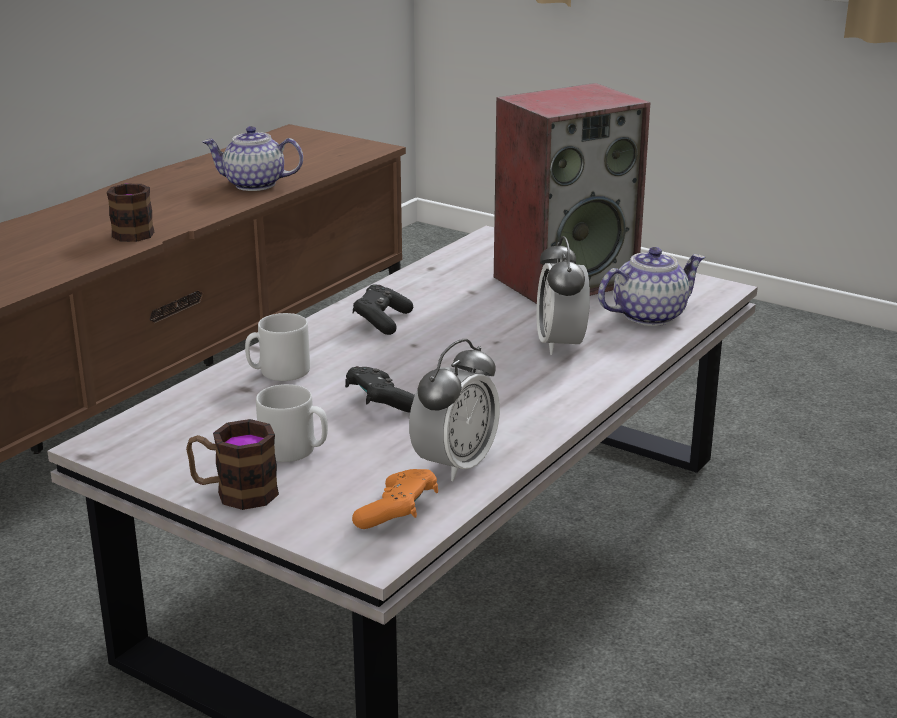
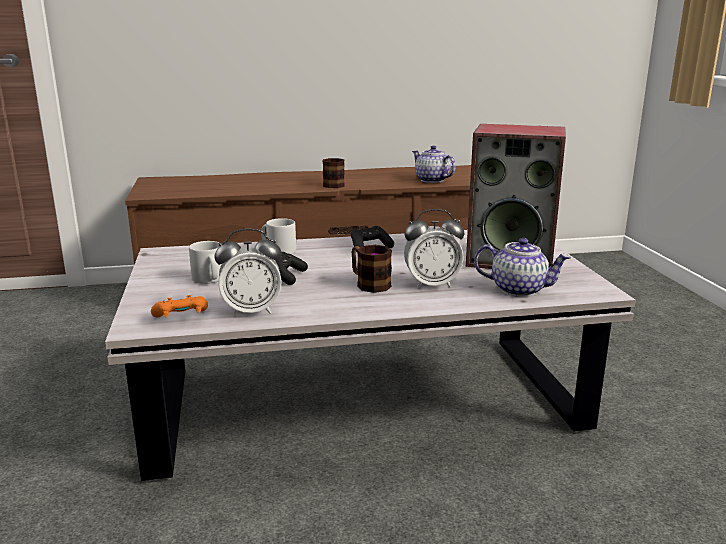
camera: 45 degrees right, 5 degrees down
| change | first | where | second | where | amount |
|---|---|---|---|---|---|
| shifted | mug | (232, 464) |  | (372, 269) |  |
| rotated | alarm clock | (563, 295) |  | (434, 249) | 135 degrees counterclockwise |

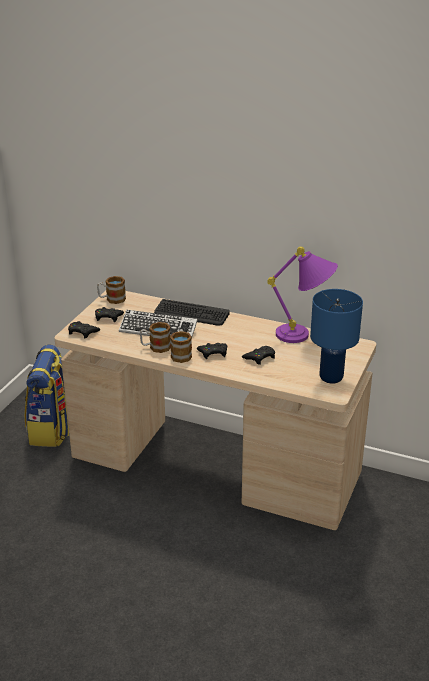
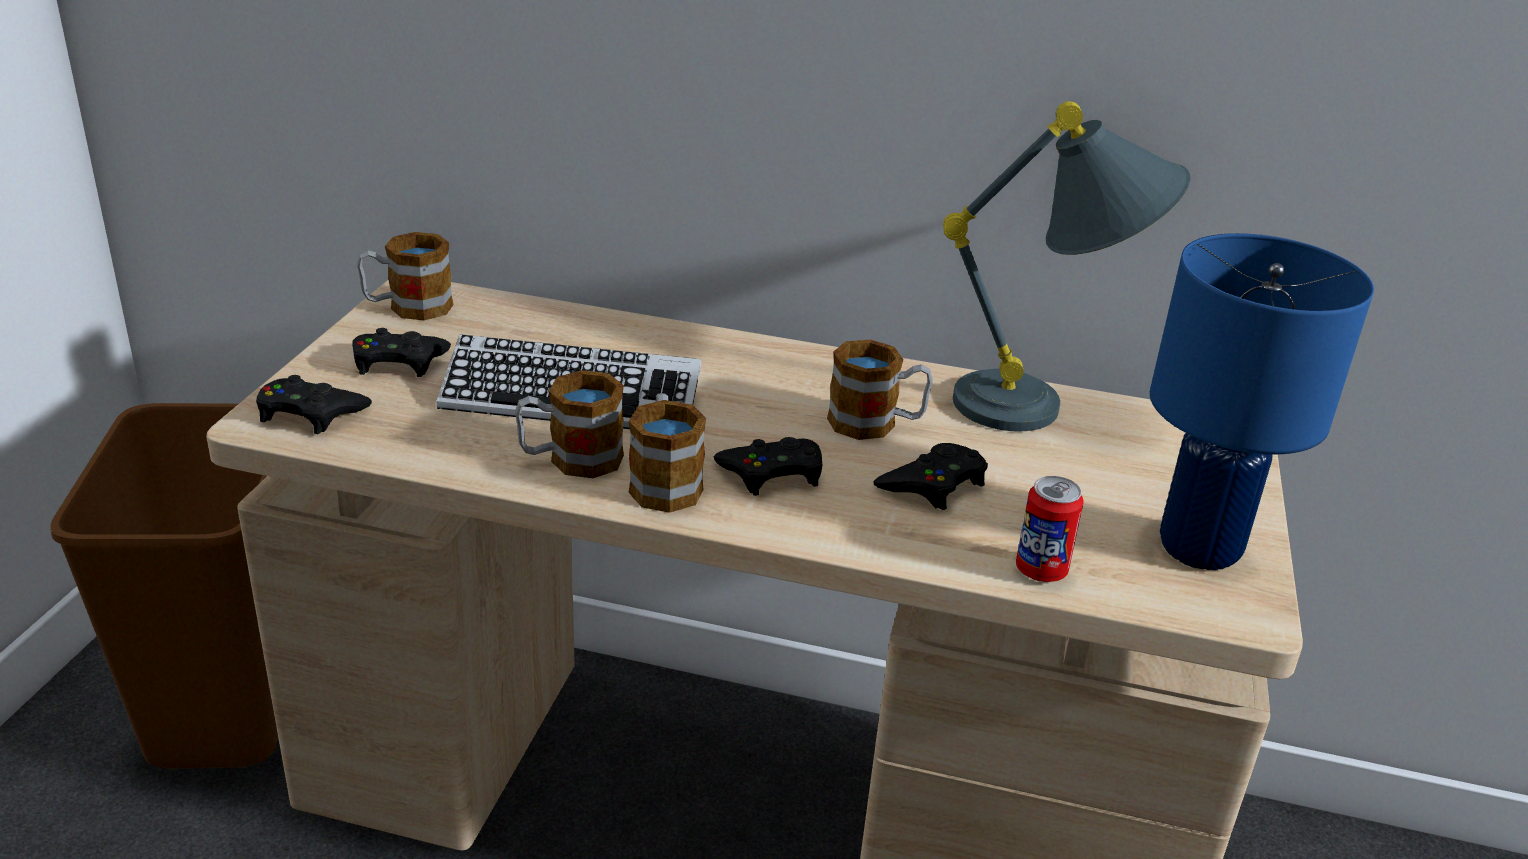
camera: 10 degrees left, 0 degrees up
| change | first | where | second | where | amount |
|---|---|---|---|---|---|
| gone | keyboard | (191, 312) |  |  |  |
| new |  |  | mug | (880, 389) |  |
| new |  |  | can | (1050, 529) |  |
| swapped | backpack | (47, 396) | brown trash can | (164, 586) |  |
| repainted | purple table lamp | (302, 294) | grey table lamp | (1066, 266) |  |

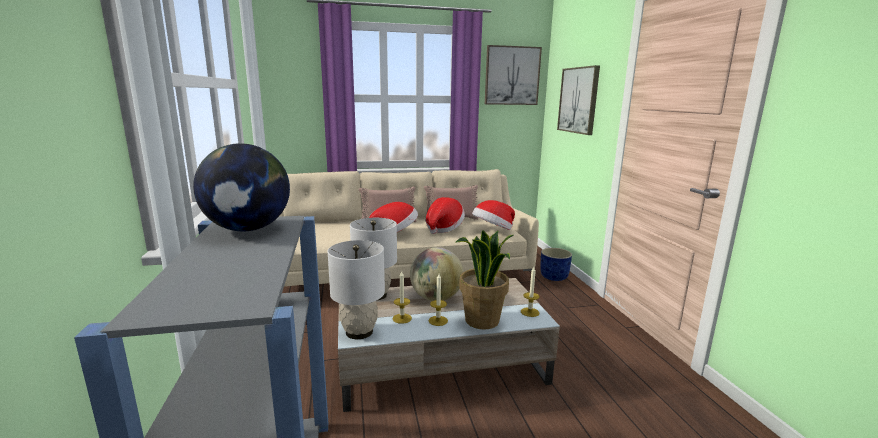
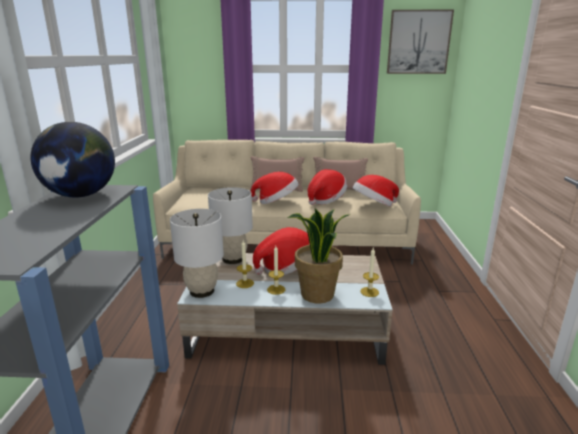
camera: 15 degrees right, 5 degrees up
| change | first | where | second | where | amount |
|---|---|---|---|---|---|
| gone | blue planter | (556, 264) |  |  |  |
| gone | picture | (578, 100) |  |  |  |
| swapped | globe | (436, 274) | hat | (281, 251) |  |

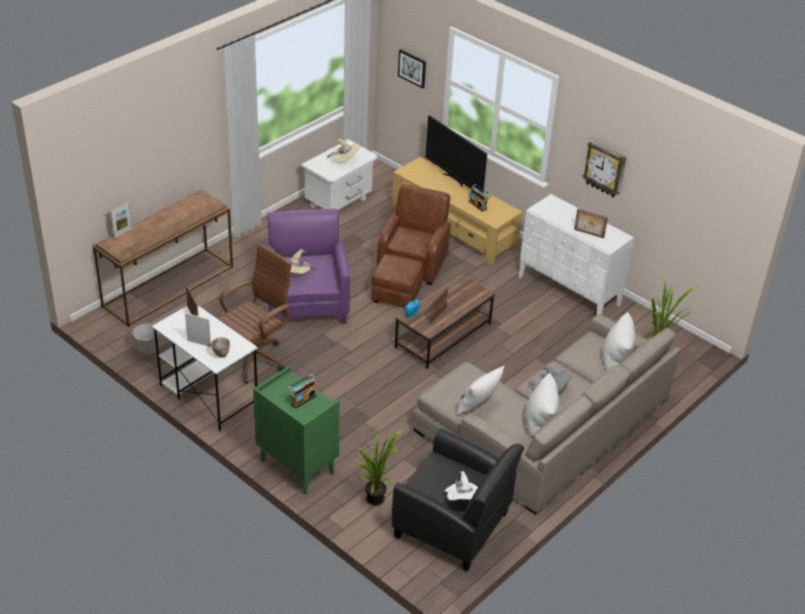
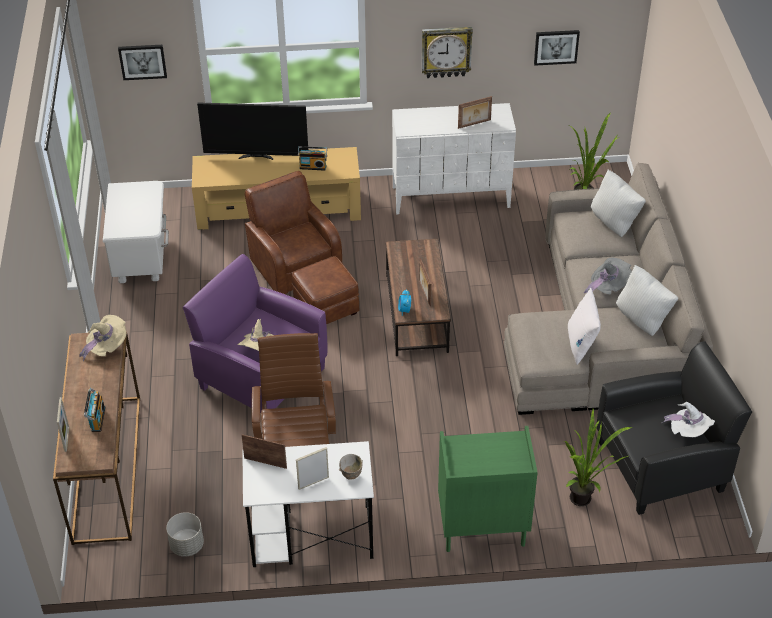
camera: 45 degrees left, 5 degrees up
| change | first | where | second | where | amount |
|---|---|---|---|---|---|
| new |  |  | picture | (557, 48) |  |
| shifted | radio | (302, 391) |  | (94, 410) |  |
| shifted | beige hat | (343, 150) |  | (102, 338) |  |

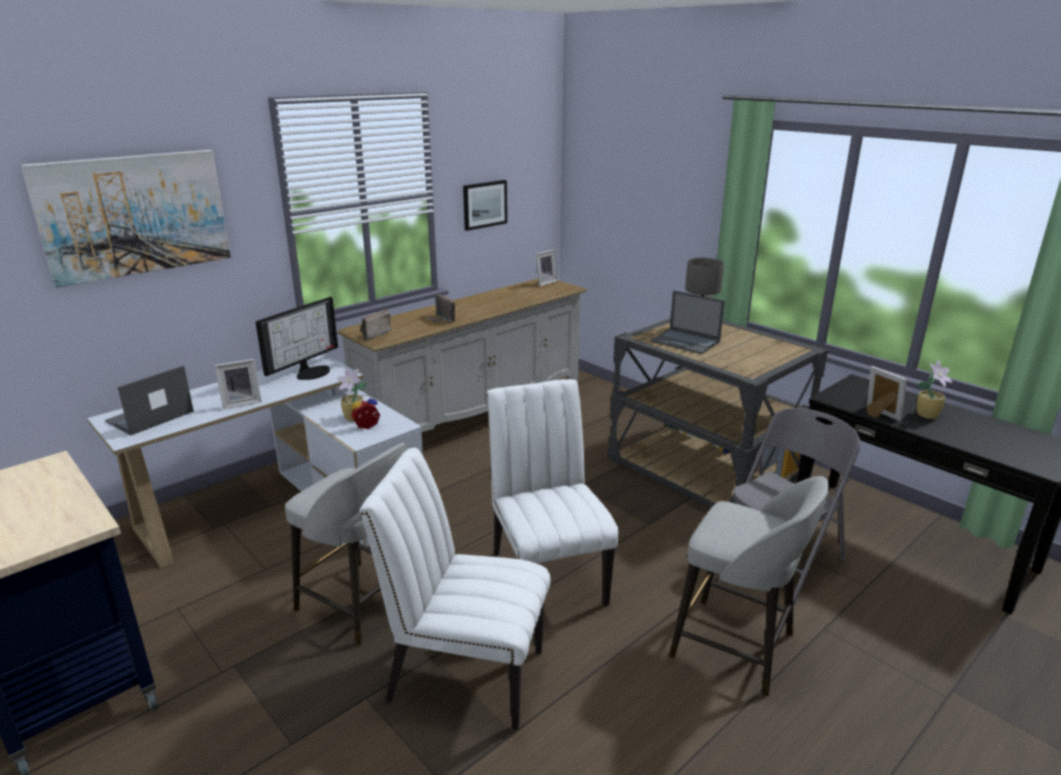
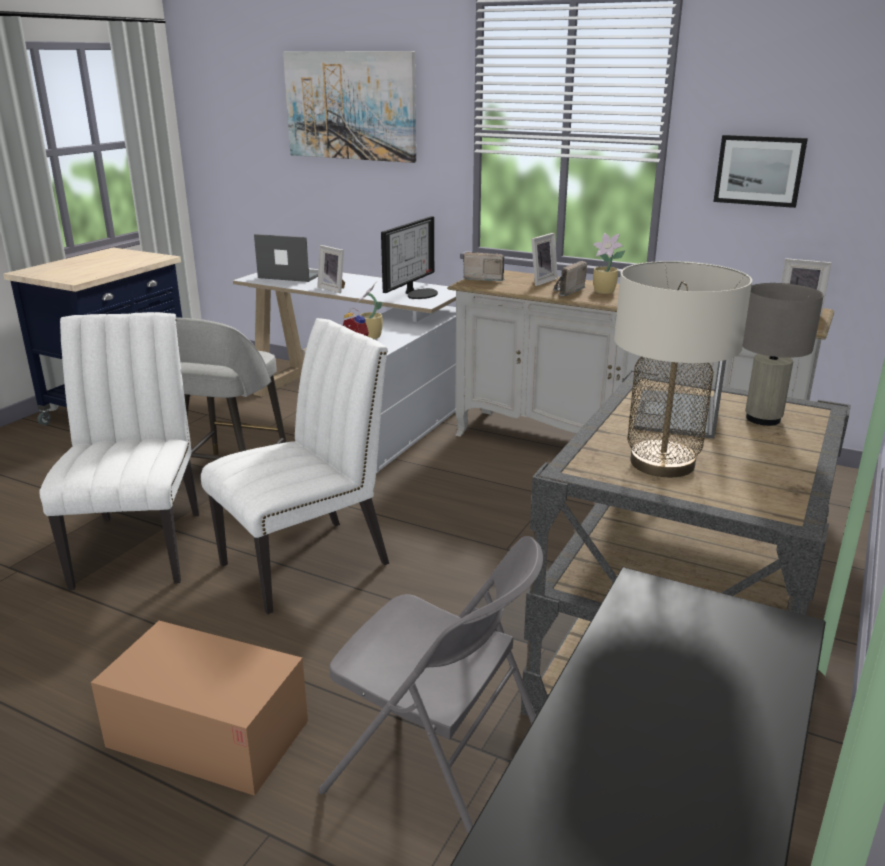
camera: 70 degrees right, 0 degrees up
| change | first | where | second | where | amount |
|---|---|---|---|---|---|
| new |  |  | table lamp | (683, 369) |  |
| shifted | picture frame | (886, 393) |  | (544, 259) |  |
| shifted | potted plant | (935, 389) |  | (609, 263) |  |
| swapped | grey stool | (749, 586) | cardboard box | (199, 708) |  |
| rotated | monitor | (296, 338) |  | (409, 257) | 75 degrees counterclockwise |

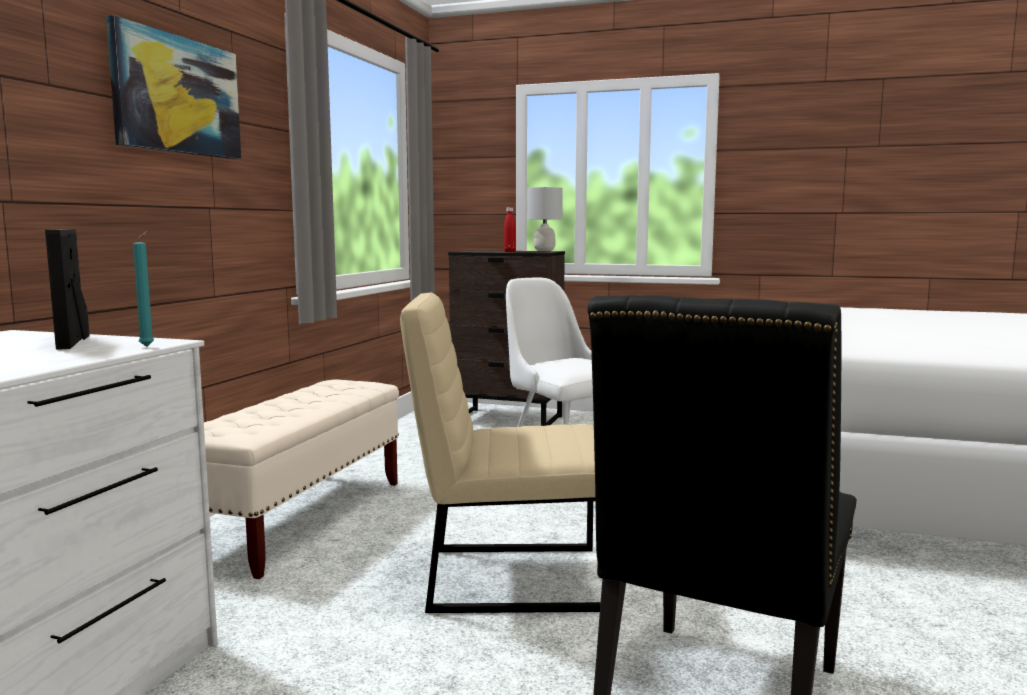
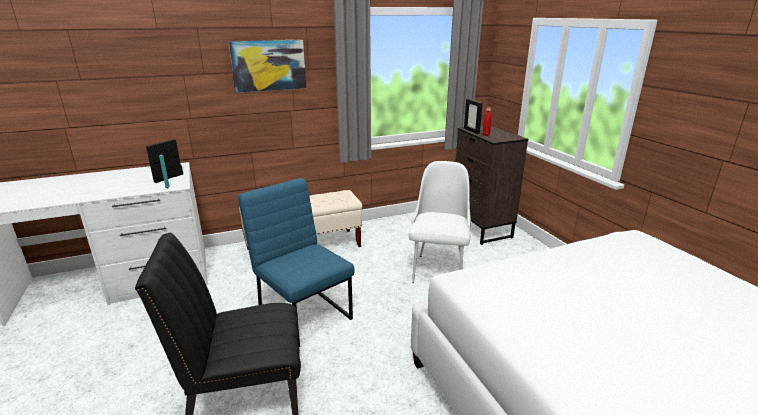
camera: 50 degrees right, 15 degrees up
| change | first | where | second | where | amount |
|---|---|---|---|---|---|
| gone | grey table lamp | (545, 219) |  |  |  |
| new |  |  | picture frame | (473, 116) |  |
| repainted | beige chair | (500, 452) | blue chair | (296, 262) |  |

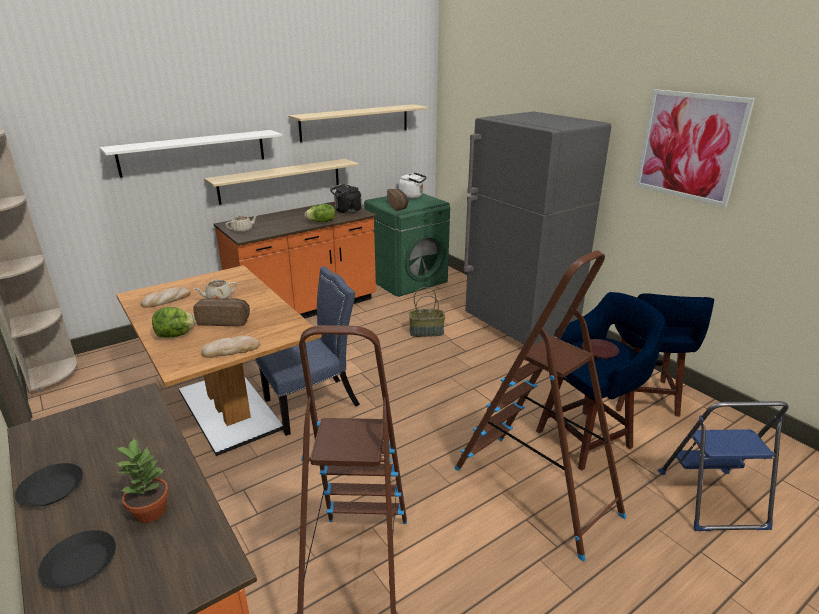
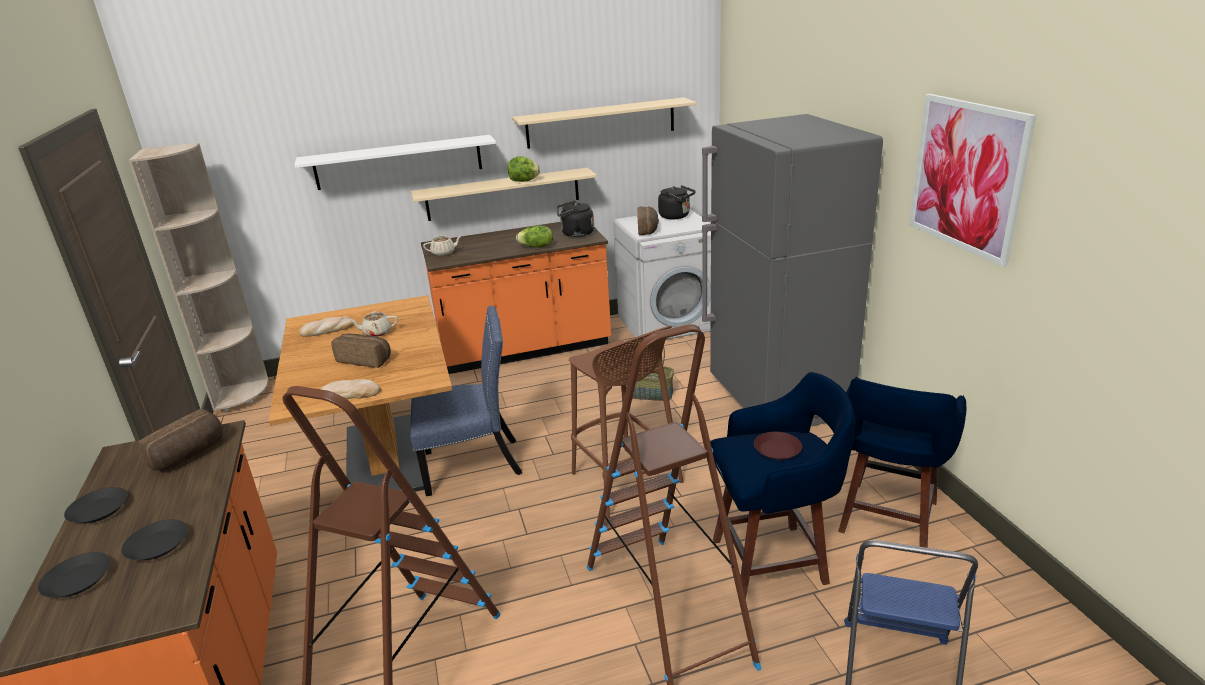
camera: 20 degrees right, 0 degrees up
| change | first | where | second | where | amount |
|---|---|---|---|---|---|
| new |  |  | bread | (181, 440) |  |
| new |  |  | brown stool | (626, 422) |  |
| shifted | lettuce | (173, 322) |  | (524, 169) |  |
| swapped | potted plant | (142, 480) | black plate | (154, 539) |  |
| repainted | green washing machine | (407, 245) | white washing machine | (662, 274) |  |
| repainted | white kettle | (413, 185) | black kettle | (677, 202) |  |

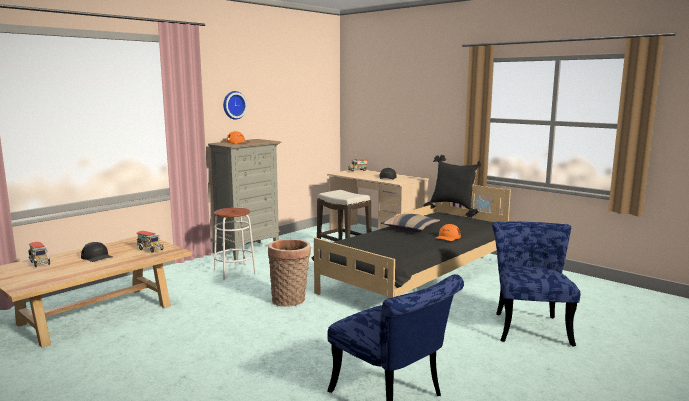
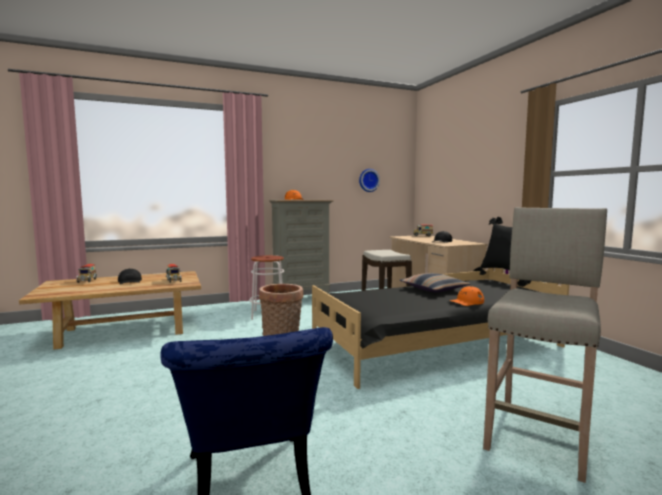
camera: 25 degrees right, 5 degrees down
| change | first | where | second | where | amount |
|---|---|---|---|---|---|
| shifted | wall clock | (235, 105) |  | (369, 180) |  |
| swapped | blue chair | (536, 284) | beige stool | (545, 345) |  |

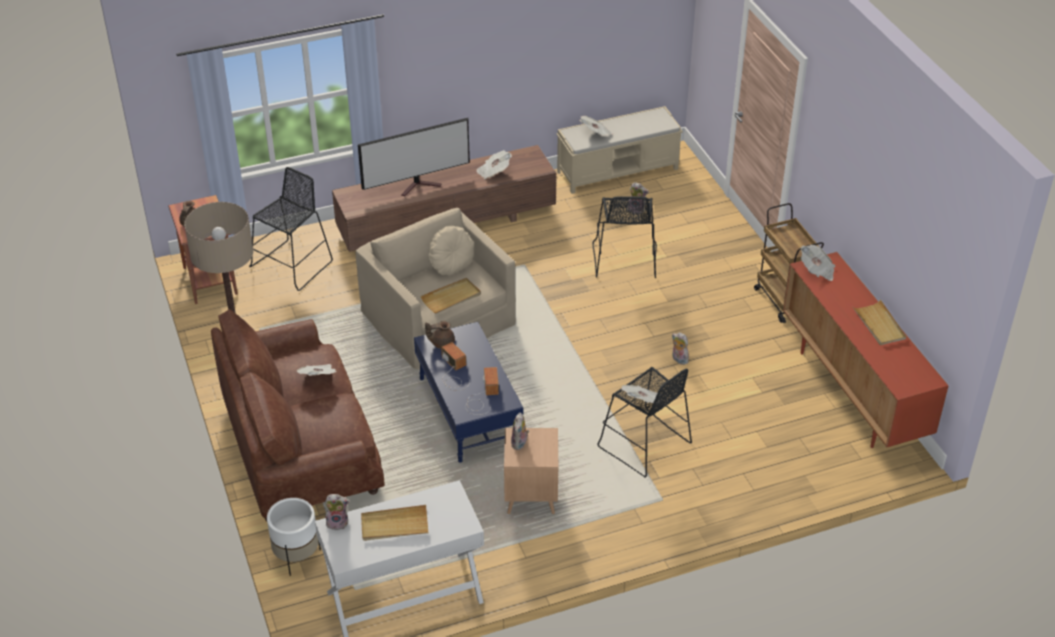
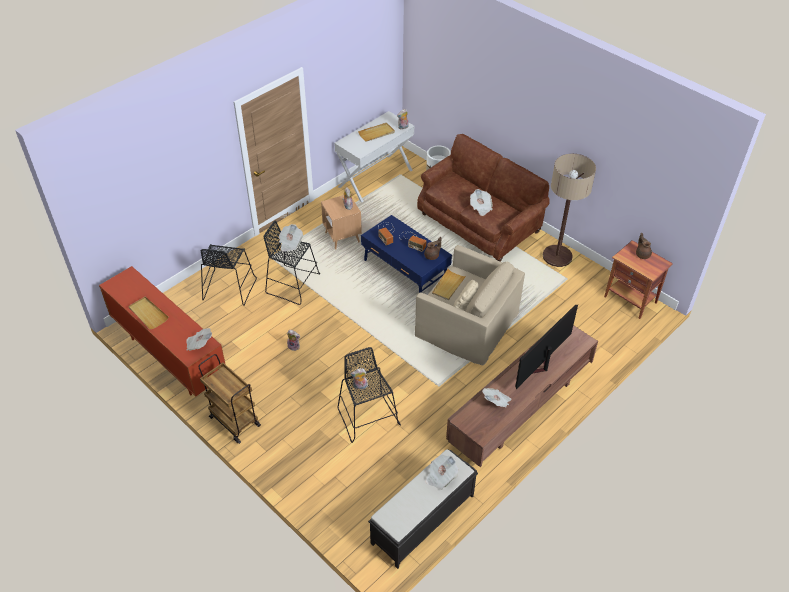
camera: 155 degrees right, 5 degrees up
| change | first | where | second | where | amount |
|---|---|---|---|---|---|
| shifted | black stool | (291, 229) |  | (229, 275) |  |
| repainted | beige bench | (619, 150) | black bench | (423, 509) |  |

